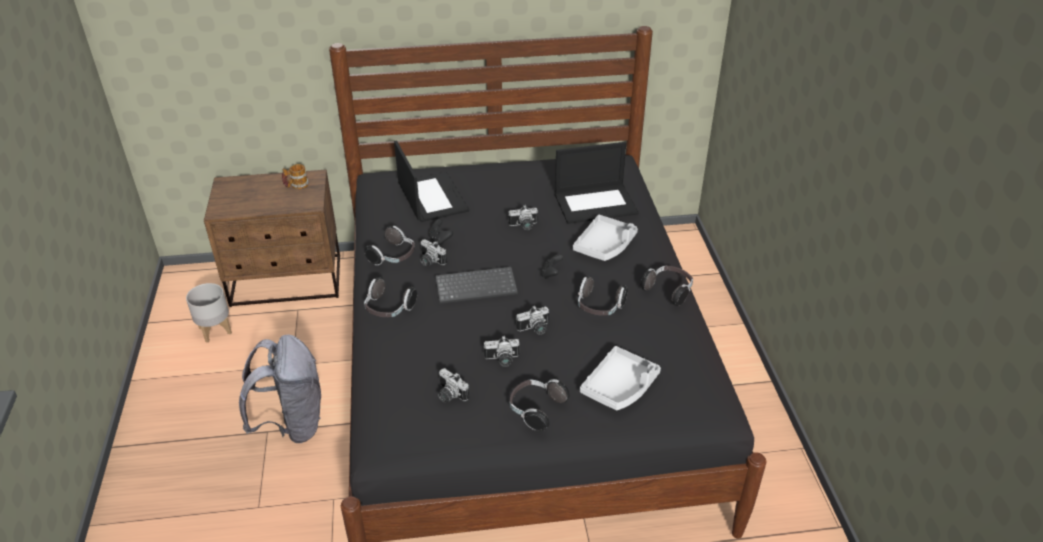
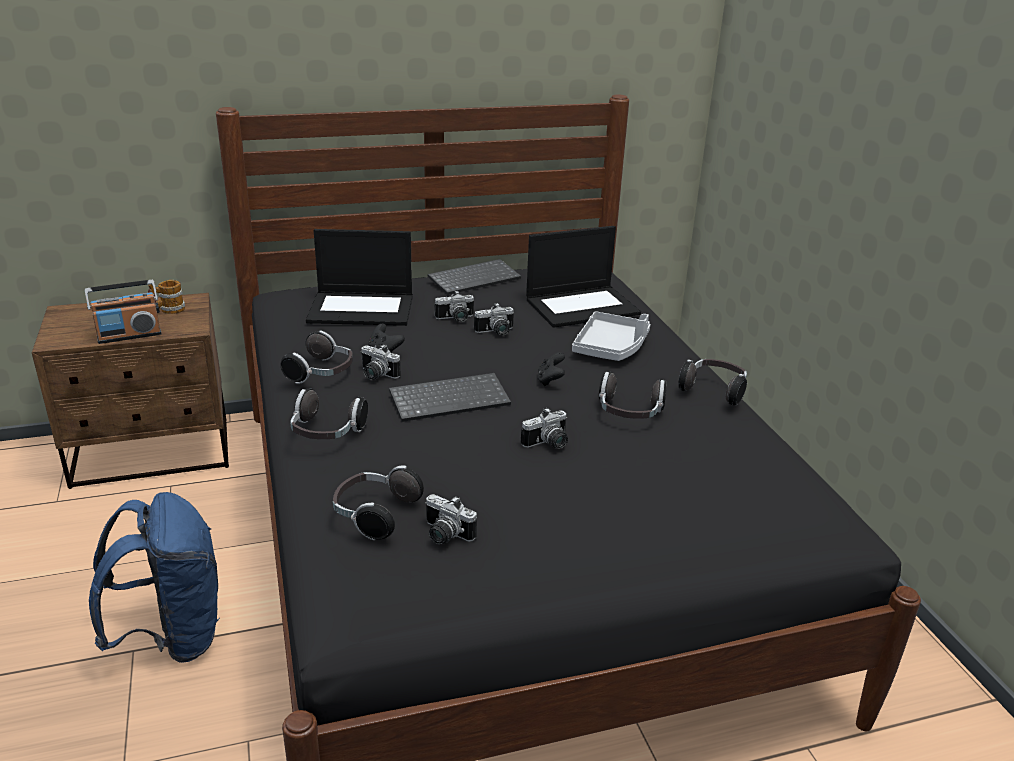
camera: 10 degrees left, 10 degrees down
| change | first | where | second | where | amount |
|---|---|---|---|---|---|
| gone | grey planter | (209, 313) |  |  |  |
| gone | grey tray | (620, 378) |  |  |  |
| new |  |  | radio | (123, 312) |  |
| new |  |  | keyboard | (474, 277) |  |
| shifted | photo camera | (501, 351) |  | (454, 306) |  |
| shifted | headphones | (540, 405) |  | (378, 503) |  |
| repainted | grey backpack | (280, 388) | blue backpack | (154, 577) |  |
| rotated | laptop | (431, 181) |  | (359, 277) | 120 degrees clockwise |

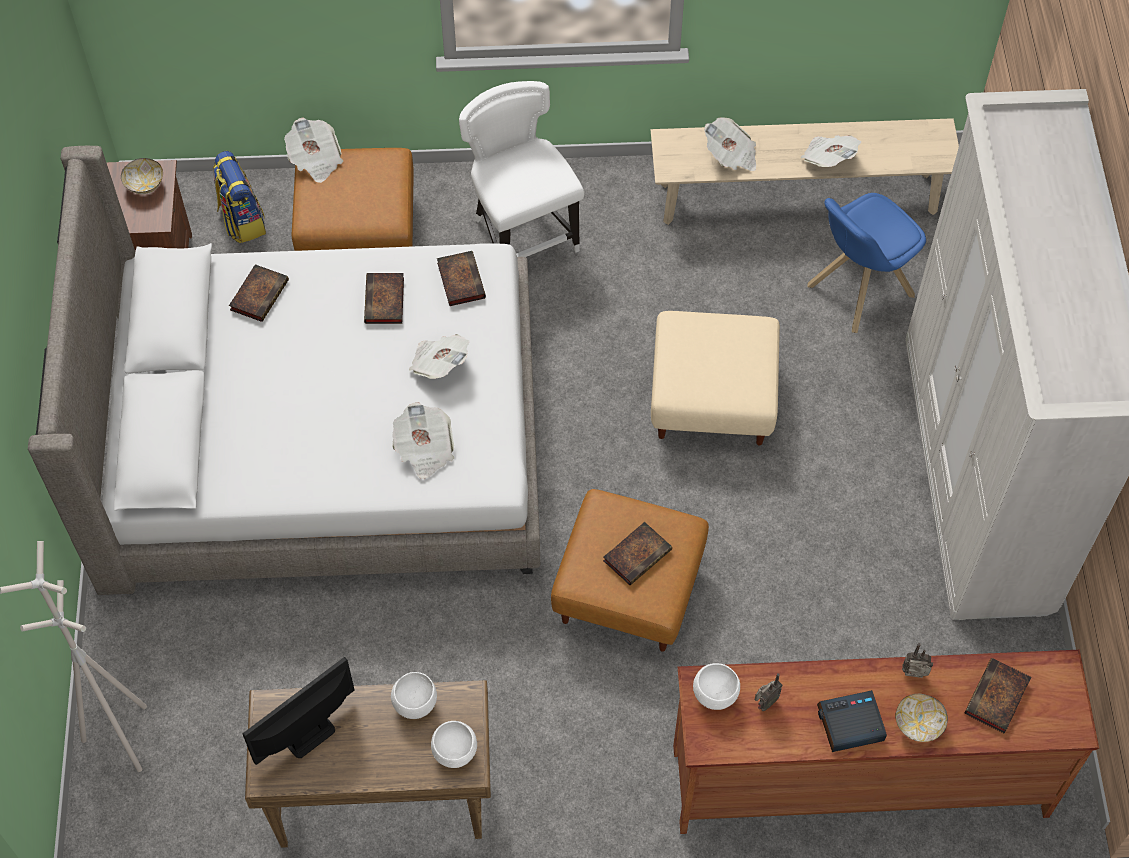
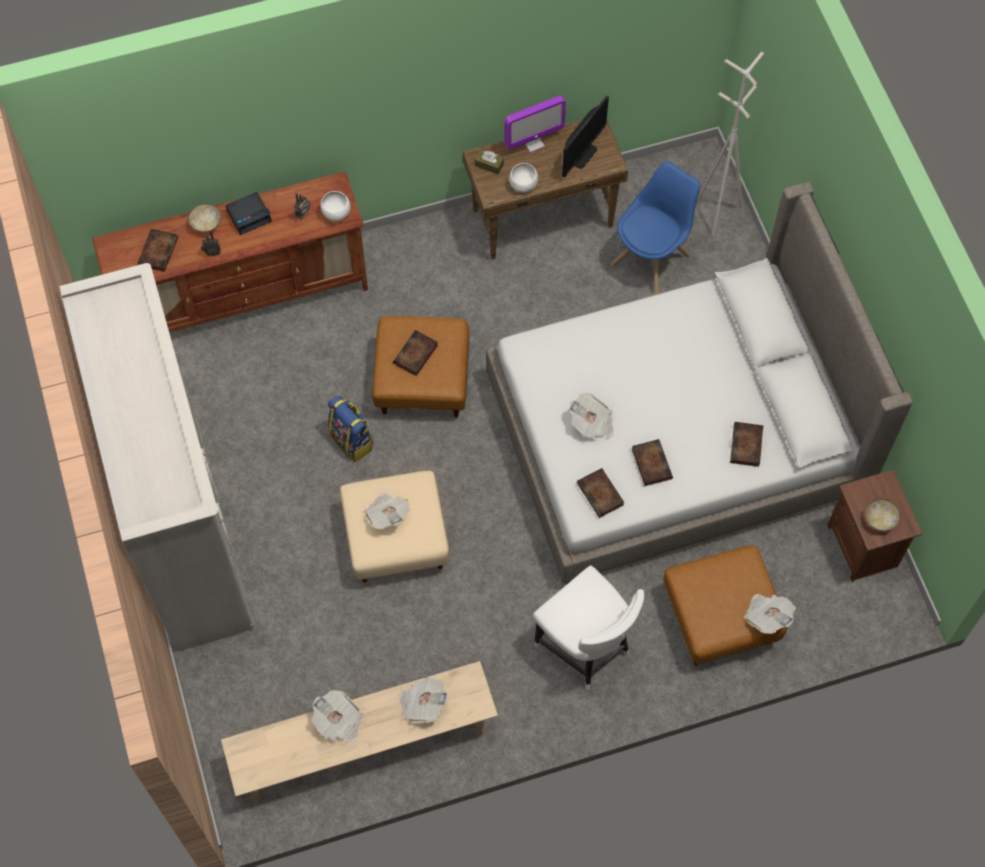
camera: 165 degrees right, 5 degrees up
| change | first | where | second | where | amount |
|---|---|---|---|---|---|
| new |  |  | monitor | (535, 123) |  |
| shifted | backpack | (239, 197) |  | (351, 429) |  |
| shifted | newspaper | (423, 440) |  | (387, 510) |  |
| shifted | blue chair | (866, 263) |  | (655, 228) |  |
| swapped | white bowl | (454, 744) | brown tissue box | (489, 161) |  |

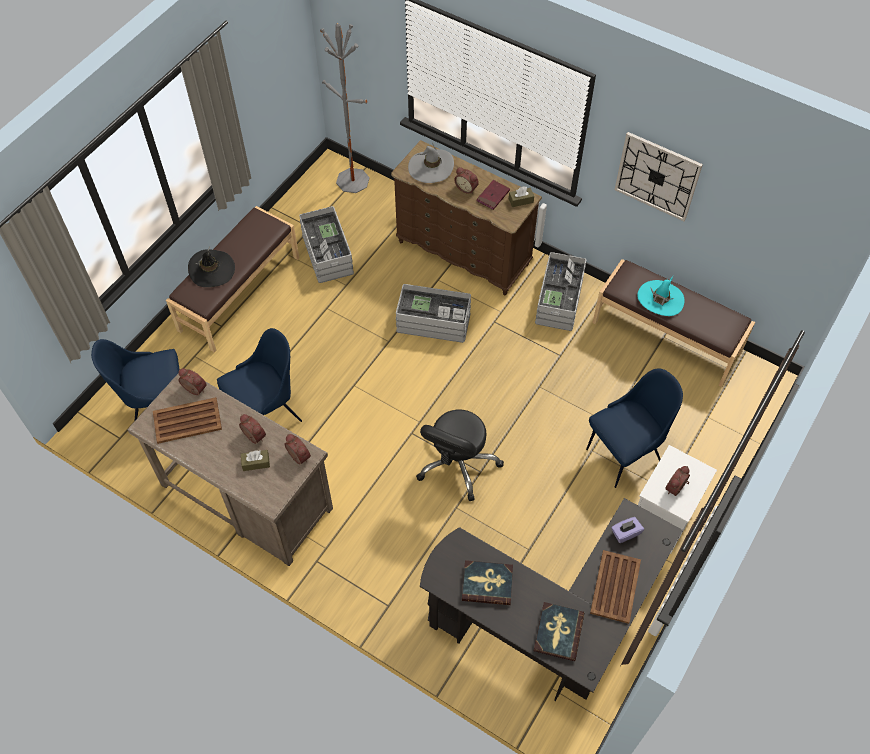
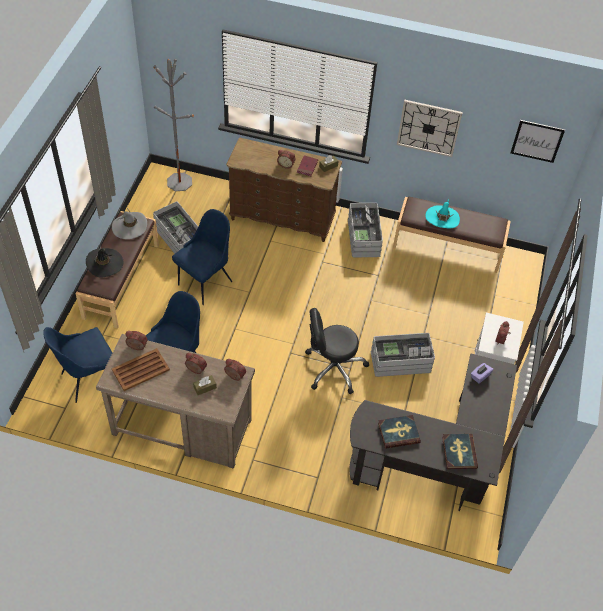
camera: 20 degrees left, 5 degrees down
| change | first | where | second | where | amount |
|---|---|---|---|---|---|
| gone | brown tray | (615, 587) |  |  |  |
| new |  |  | picture | (538, 141) |  |
| shifted | grey storage box | (433, 313) |  | (403, 355) |  |
| shifted | grey hat | (431, 163) |  | (129, 223) |  |
| shifted | blue chair | (634, 428) |  | (202, 257) |  |
| rotated | black office chair | (460, 455) |  | (337, 351) | 75 degrees clockwise |

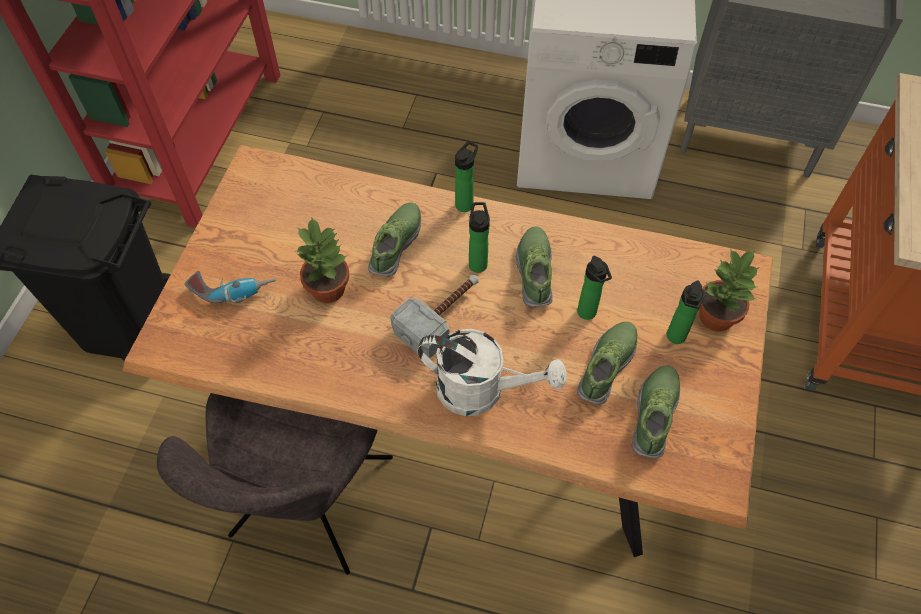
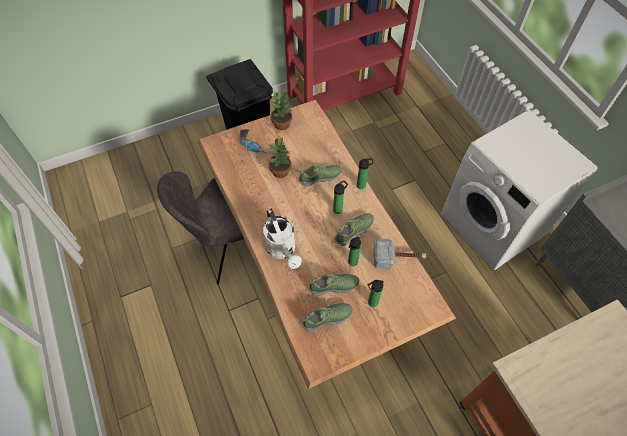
camera: 50 degrees right, 0 degrees up
| change | first | where | second | where | amount |
|---|---|---|---|---|---|
| shifted | hammer | (434, 316) |  | (399, 254) |  |
| shifted | potted plant | (729, 290) |  | (281, 109) |  |

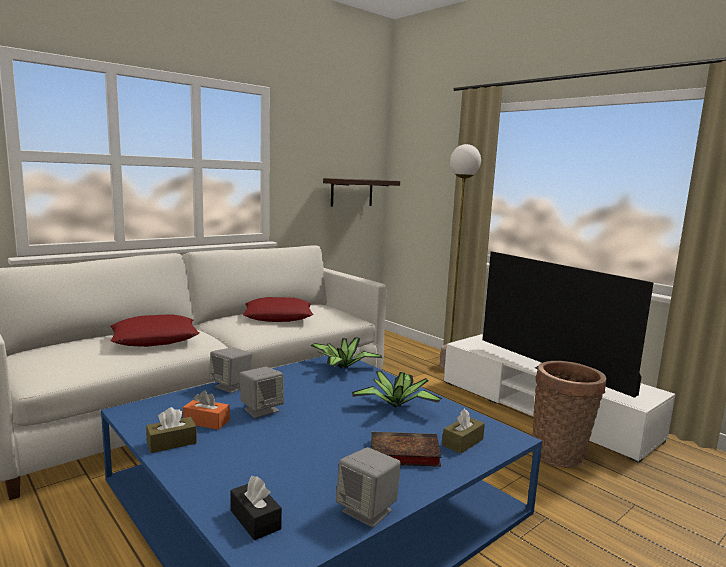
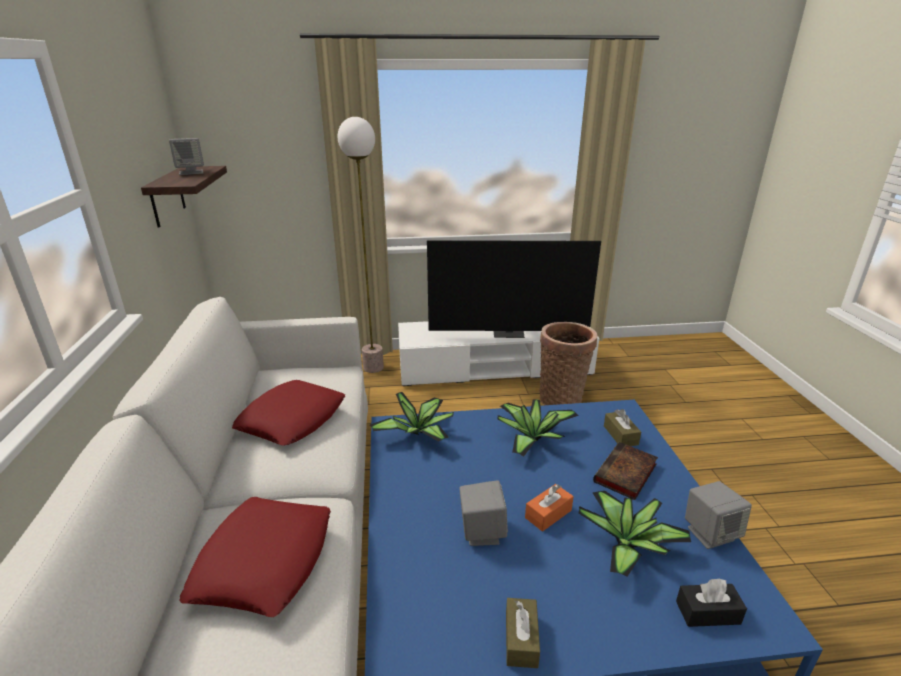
camera: 55 degrees left, 15 degrees up
| change | first | where | second | where | amount |
|---|---|---|---|---|---|
| new |  |  | potted plant | (635, 534) |  |
| shifted | orange tissue box | (206, 410) |  | (549, 508) |  |
| shifted | grey speaker | (230, 370) |  | (186, 156) |  |

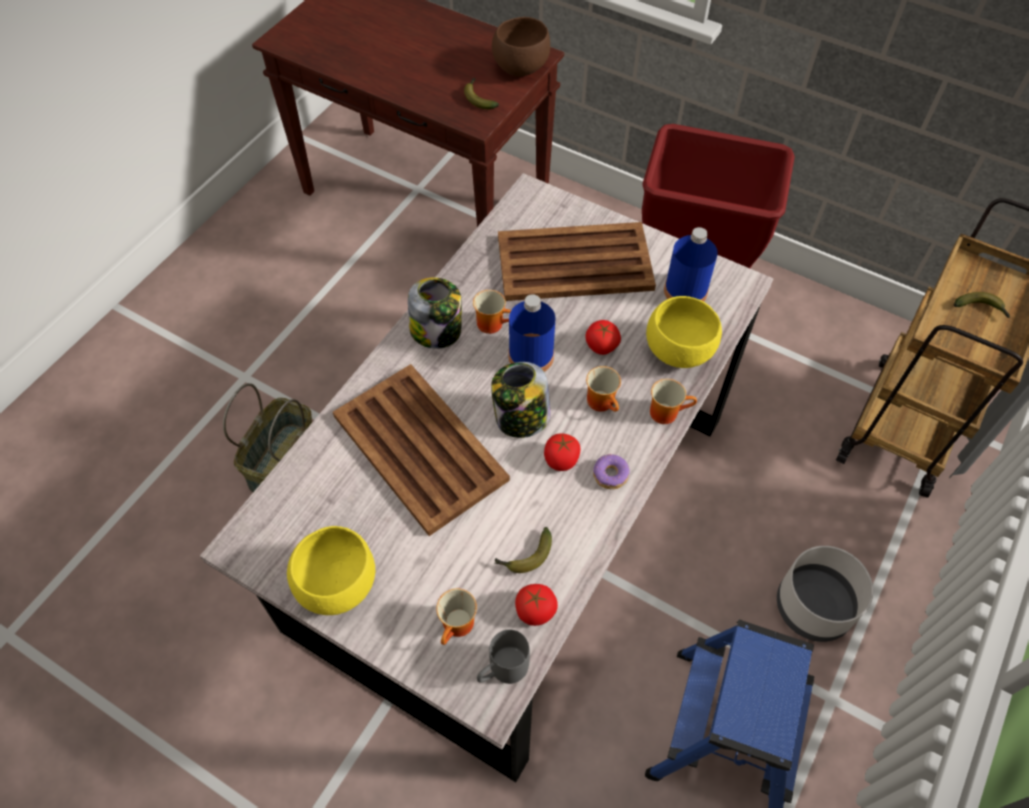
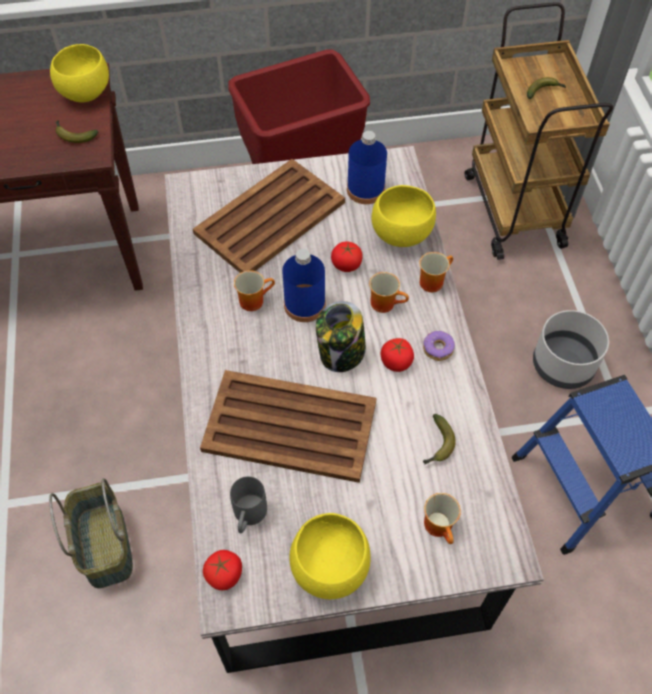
camera: 40 degrees left, 0 degrees up
| change | first | where | second | where | amount |
|---|---|---|---|---|---|
| gone | jar | (435, 313) |  |  |  |
| shifted | grey mug | (503, 656) |  | (248, 504) |  |
| shifted | tomato | (536, 605) |  | (222, 570) |  |
| repainted | brown bowl | (521, 47) | yellow bowl | (79, 73) |  |

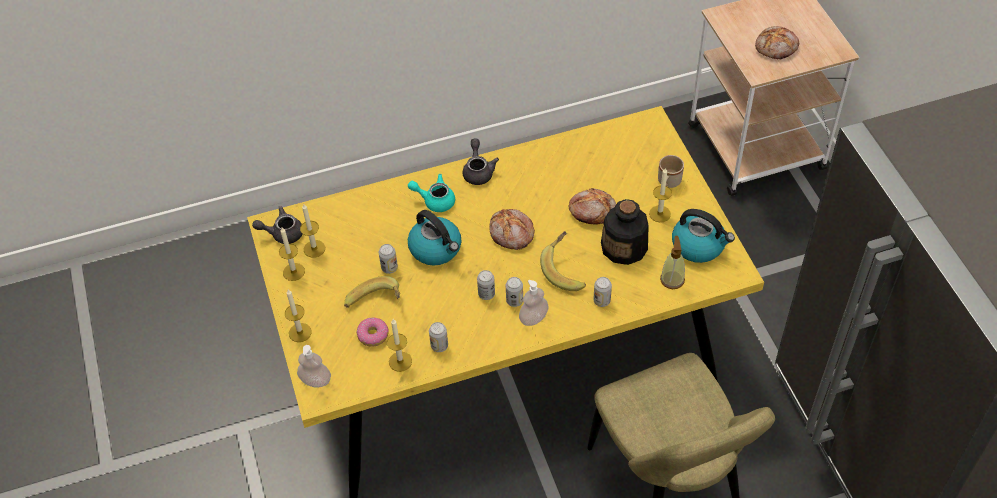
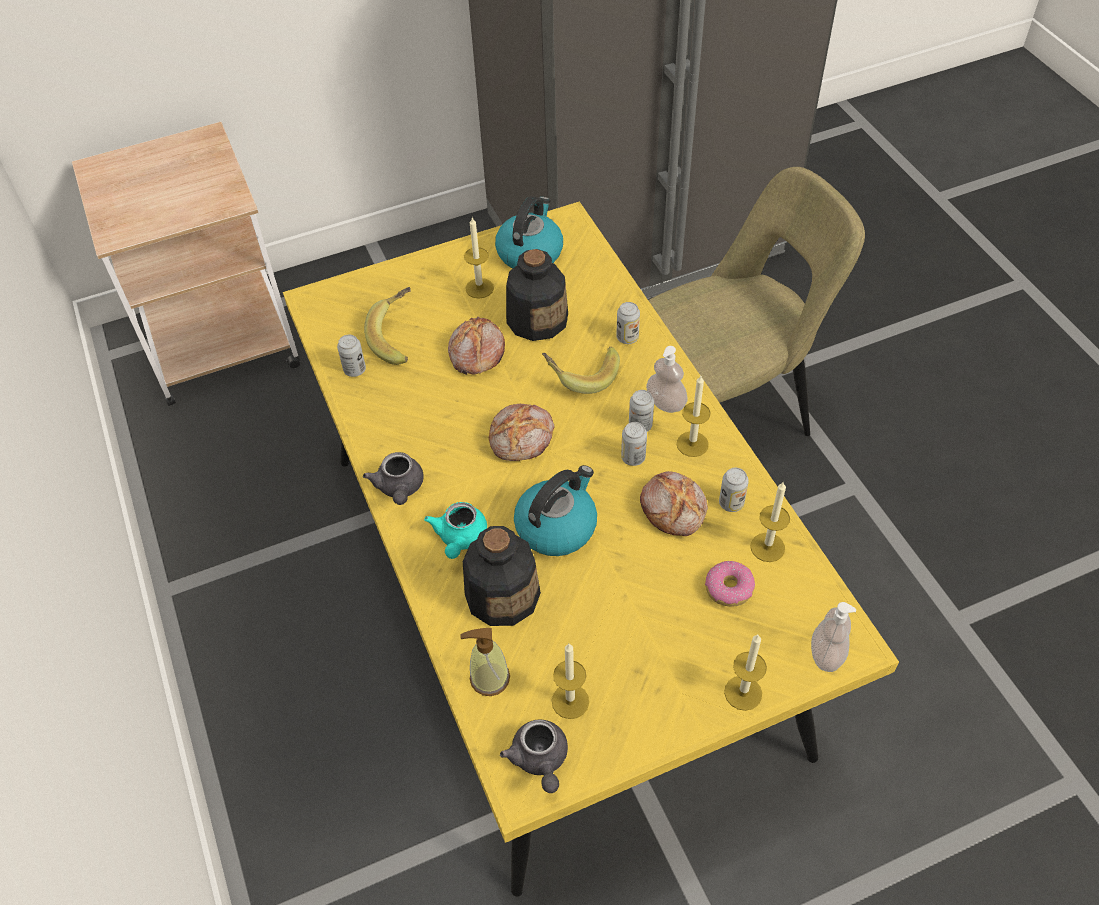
camera: 95 degrees left, 0 degrees up
| change | first | where | second | where | amount |
|---|---|---|---|---|---|
| gone | beige mug | (671, 171) |  |  |  |
| new |  |  | bottle | (502, 576) |  |
| shifted | candle | (292, 254) |  | (693, 416) |  |
| shifted | banana | (372, 292) |  | (387, 326) |  |
| shifted | can | (388, 259) |  | (351, 355) |  |
| shifted | soap dispenser | (672, 262) |  | (485, 662) |  |
| shifted | bread | (777, 42) |  | (674, 503) |  |
| rotated | grey teapot | (480, 162) |  | (393, 478) | 90 degrees counterclockwise |

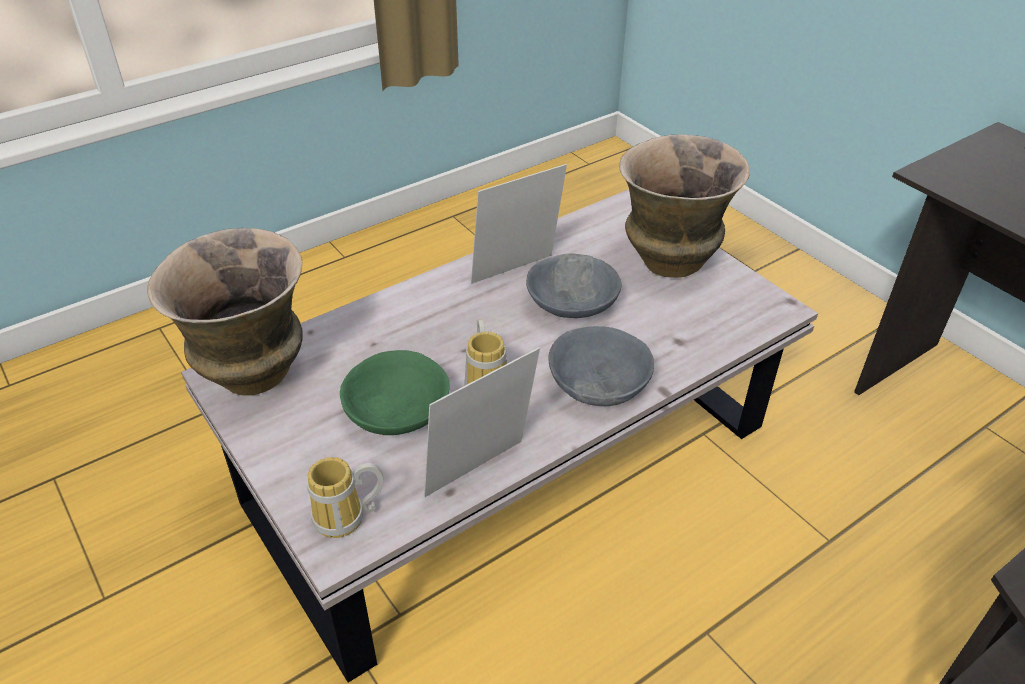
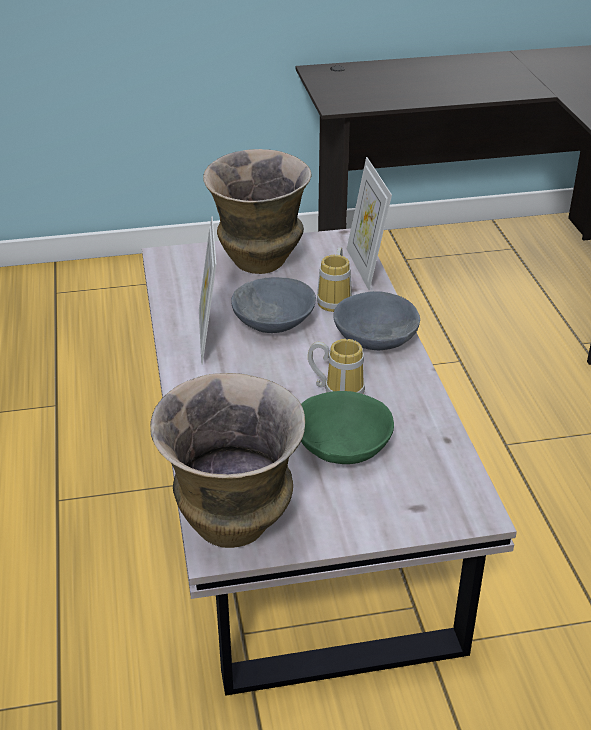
camera: 65 degrees left, 5 degrees down
| change | first | where | second | where | amount |
|---|---|---|---|---|---|
| shifted | mug | (345, 497) |  | (334, 279) |  |
| shifted | picture frame | (482, 422) |  | (369, 224) |  |

